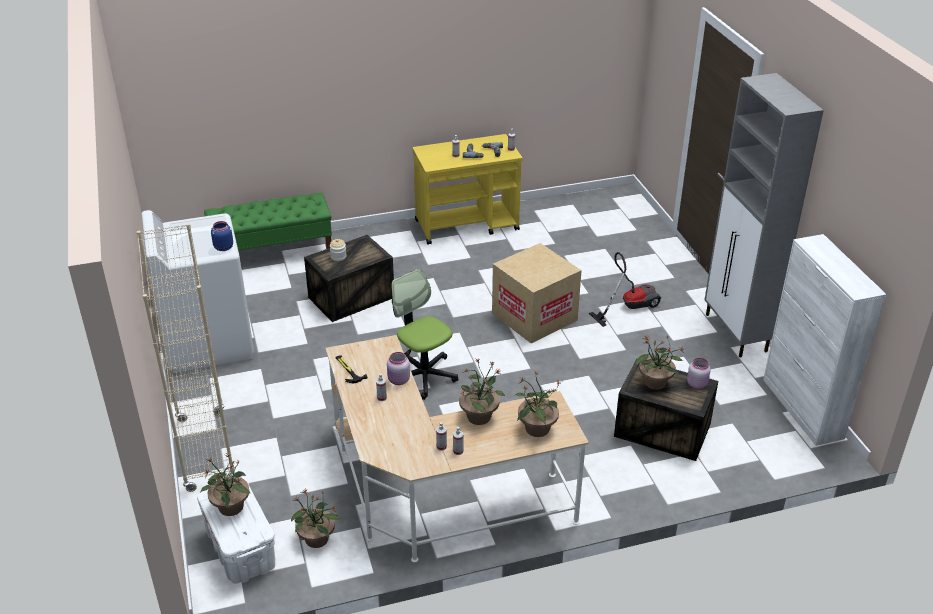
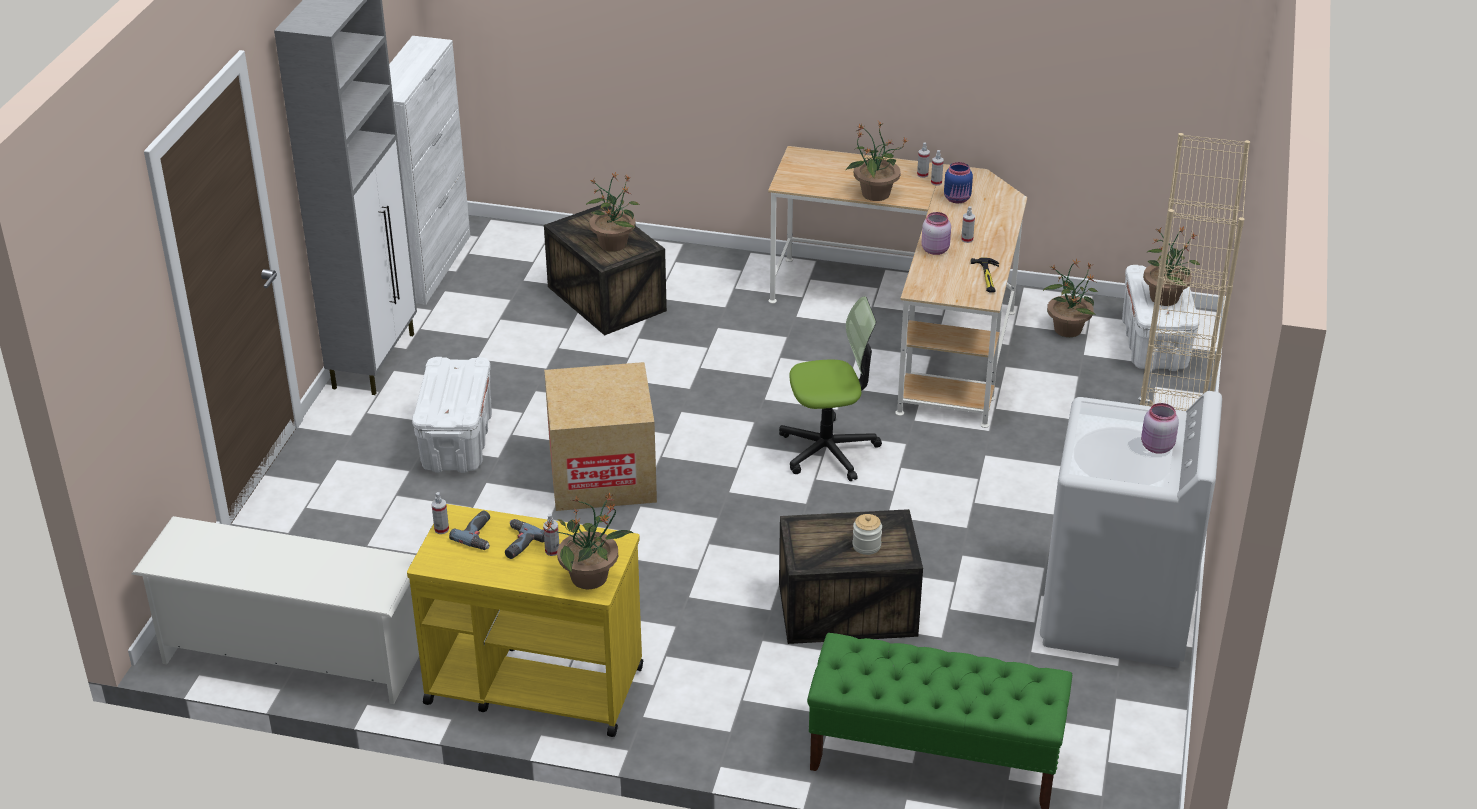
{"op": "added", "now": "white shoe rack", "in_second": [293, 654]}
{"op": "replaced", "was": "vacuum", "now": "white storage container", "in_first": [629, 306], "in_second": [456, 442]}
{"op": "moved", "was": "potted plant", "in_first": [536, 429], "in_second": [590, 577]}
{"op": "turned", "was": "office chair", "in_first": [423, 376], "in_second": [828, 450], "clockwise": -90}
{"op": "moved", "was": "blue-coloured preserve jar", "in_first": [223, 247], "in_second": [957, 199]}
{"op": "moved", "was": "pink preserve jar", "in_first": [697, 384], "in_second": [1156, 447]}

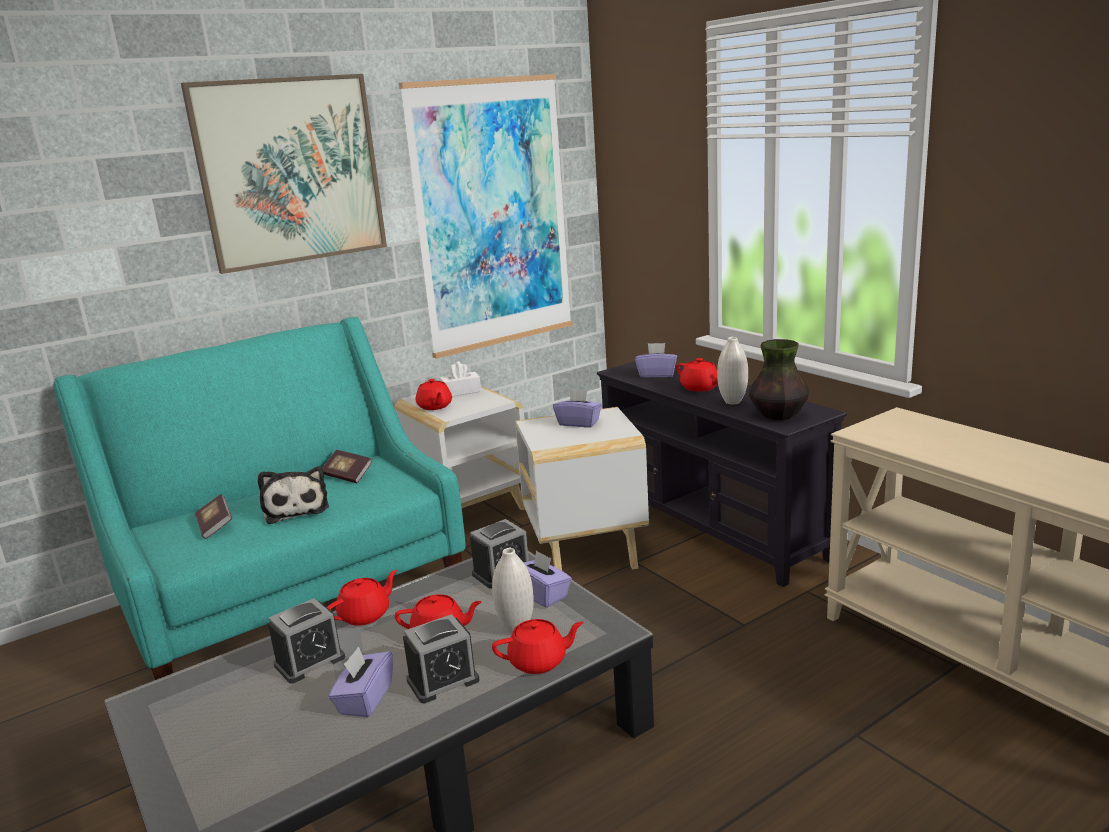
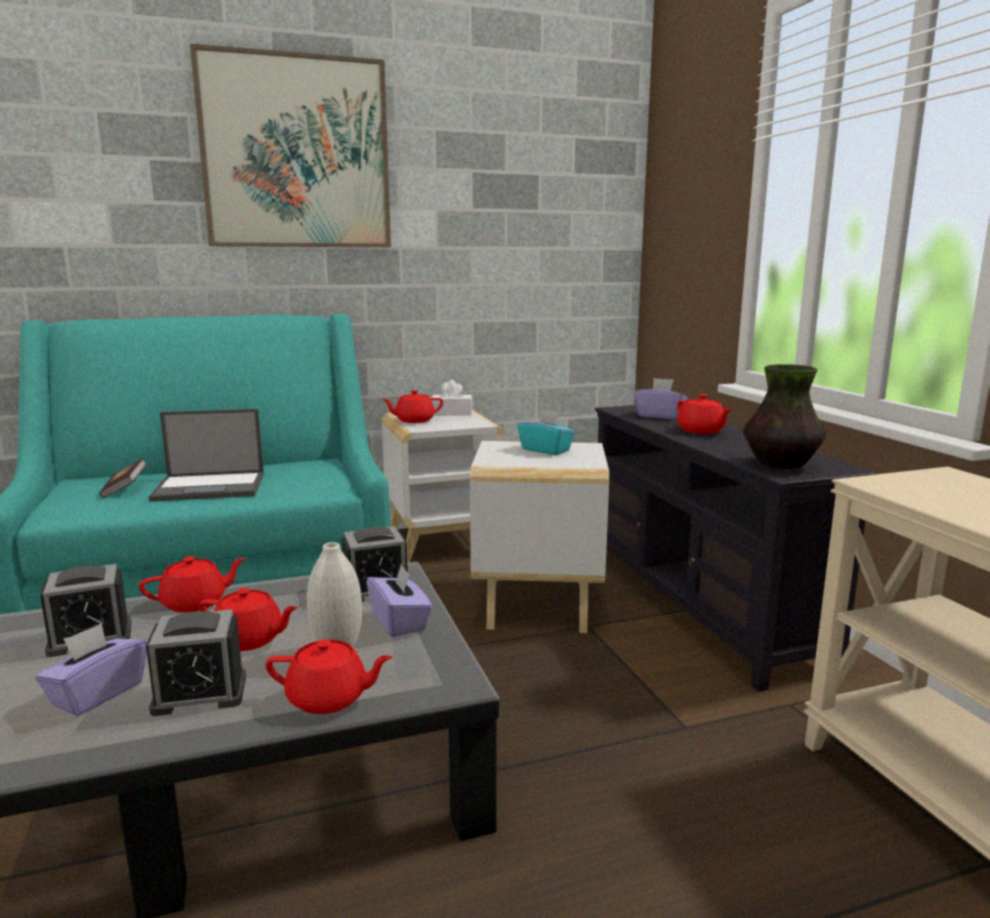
{"op": "replaced", "was": "plush toy", "now": "notebook computer", "in_first": [296, 508], "in_second": [211, 487]}
{"op": "turned", "was": "red teapot", "in_first": [434, 406], "in_second": [414, 420], "clockwise": 75}
{"op": "recoloured", "was": "purple-coloured tissue box", "now": "turquoise-coloured tissue box", "in_first": [578, 423], "in_second": [546, 450]}
{"op": "removed", "was": "bound book", "in_first": [347, 476]}
{"op": "removed", "was": "wall art", "in_first": [492, 215]}
{"op": "removed", "was": "white flower vase", "in_first": [732, 402]}

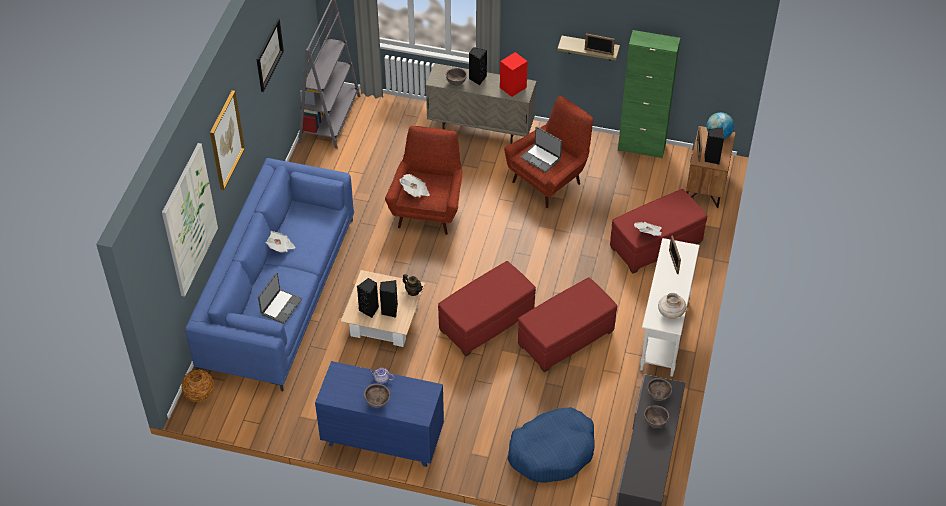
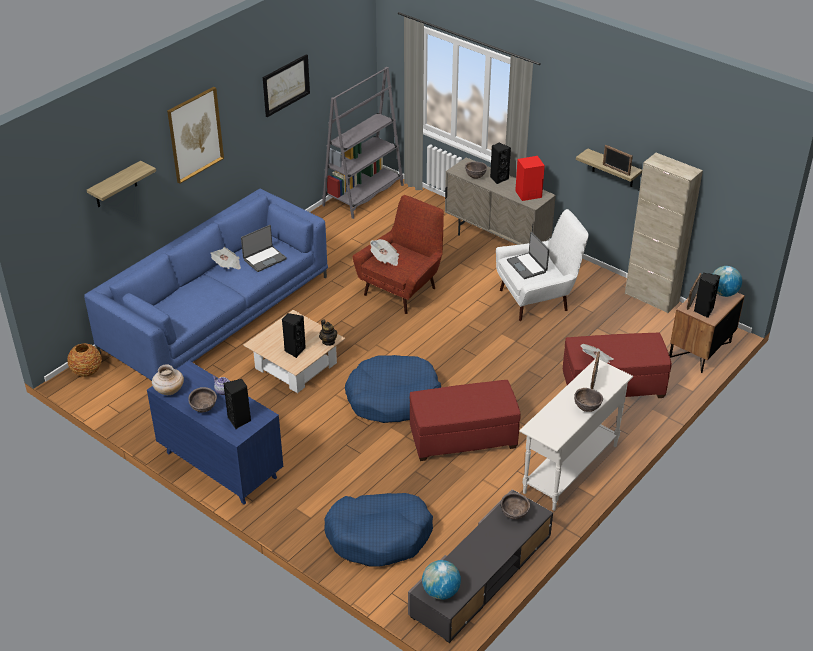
{"op": "replaced", "was": "wall art", "now": "bracket shelf", "in_first": [189, 220], "in_second": [115, 185]}
{"op": "moved", "was": "sand-coloured flower vase", "in_first": [670, 313], "in_second": [169, 390]}
{"op": "moved", "was": "blackish loudspeaker", "in_first": [370, 309], "in_second": [239, 420]}
{"op": "moved", "was": "notebook computer", "in_first": [281, 306], "in_second": [264, 259]}
{"op": "replaced", "was": "red ottoman", "now": "blue-coloured pet bed", "in_first": [486, 322], "in_second": [393, 398]}
{"op": "added", "now": "desk globe", "in_second": [440, 592]}
{"op": "recoloured", "was": "red armchair", "now": "white armchair", "in_first": [549, 180], "in_second": [538, 299]}
{"op": "moved", "was": "brown deep dish", "in_first": [655, 423], "in_second": [587, 408]}
{"op": "recoloured", "was": "green cabinet", "now": "sand-coloured cabinet", "in_first": [641, 147], "in_second": [651, 298]}

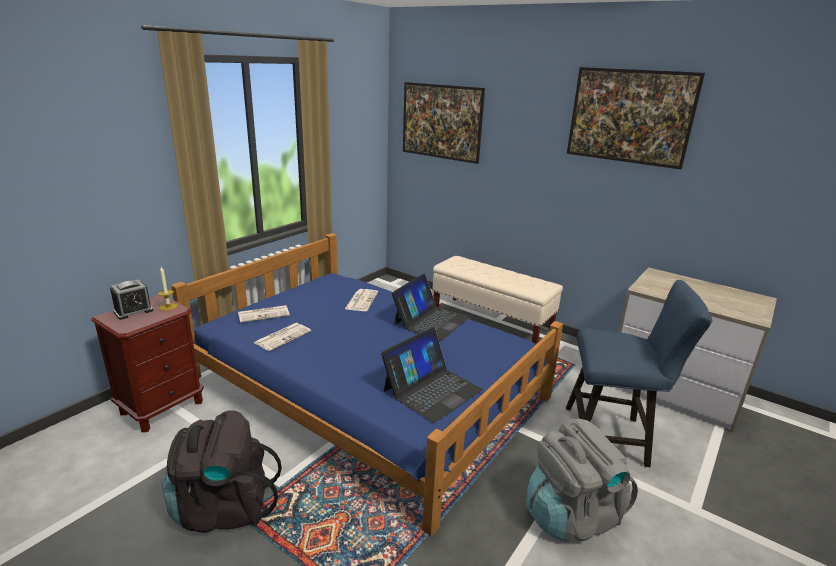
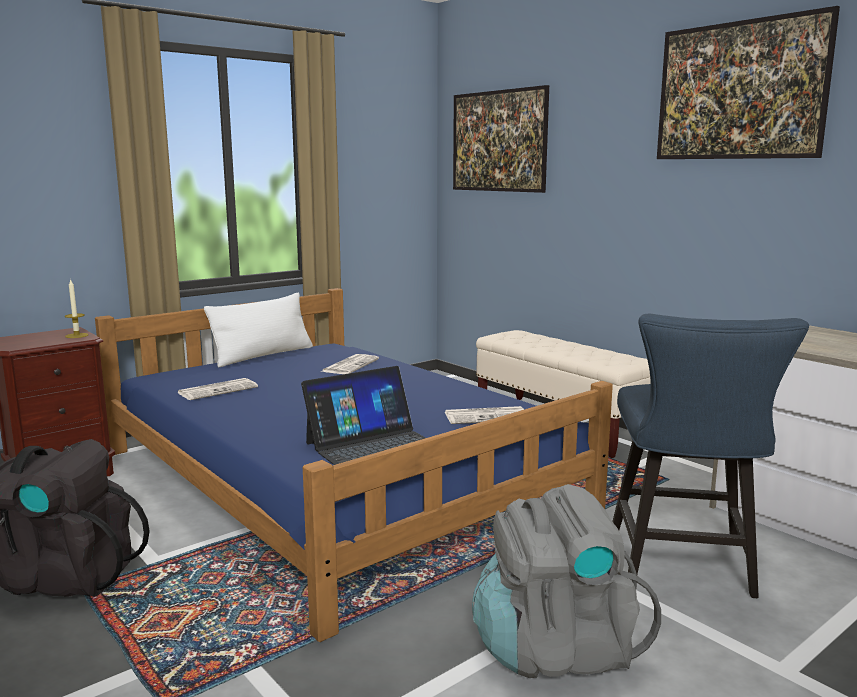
{"op": "added", "now": "white throw pillow", "in_second": [263, 355]}
{"op": "moved", "was": "printed paper", "in_first": [264, 314], "in_second": [487, 416]}
{"op": "turned", "was": "blue-coloured chair", "in_first": [612, 438], "in_second": [683, 567], "clockwise": 75}
{"op": "removed", "was": "alarm clock", "in_first": [133, 311]}
{"op": "removed", "was": "notebook computer", "in_first": [430, 321]}

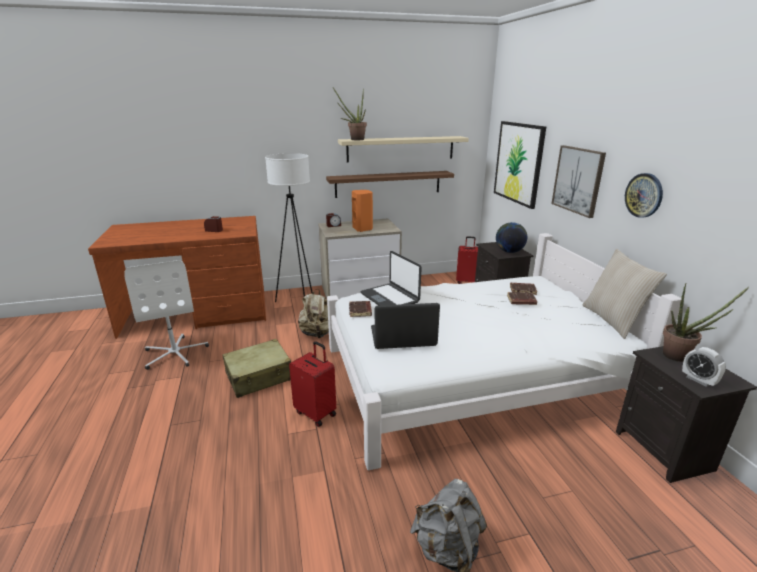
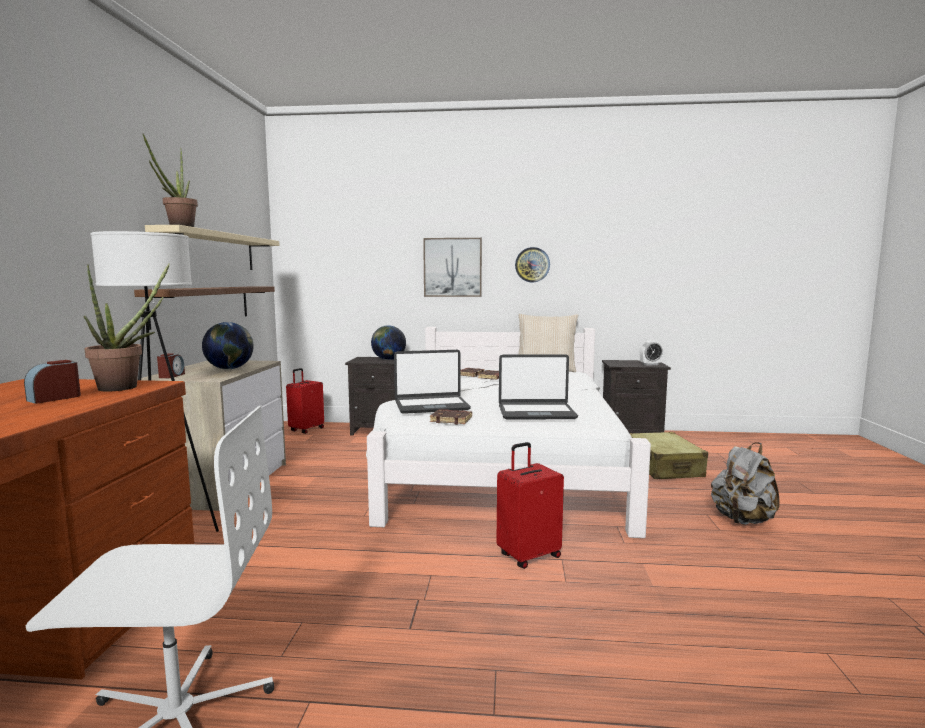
{"op": "moved", "was": "potted plant", "in_first": [681, 356], "in_second": [126, 387]}
{"op": "replaced", "was": "orangey loudspeaker", "now": "desk globe", "in_first": [363, 229], "in_second": [230, 369]}
{"op": "turned", "was": "notebook computer", "in_first": [403, 337], "in_second": [536, 412], "clockwise": -105}
{"op": "moved", "was": "sand-coloured suitcase", "in_first": [259, 376], "in_second": [663, 467]}
{"op": "removed", "was": "sand-coloured knapsack", "in_first": [317, 334]}
{"op": "removed", "was": "wall art", "in_first": [518, 163]}

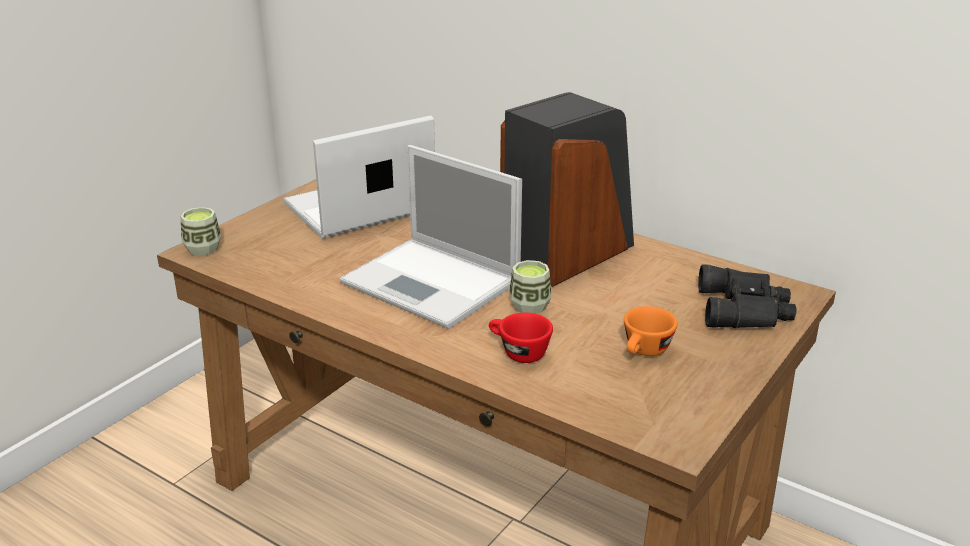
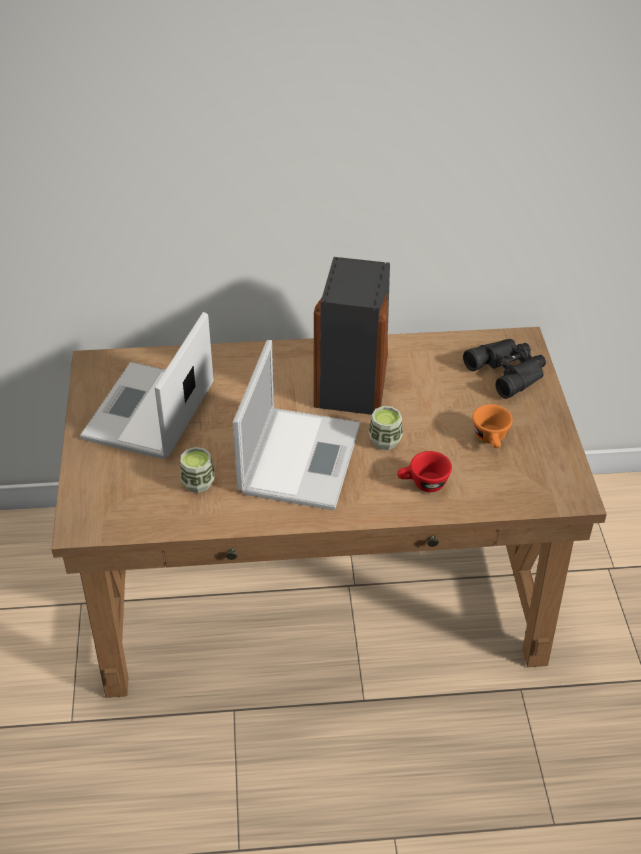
{"op": "moved", "was": "small cup", "in_first": [203, 248], "in_second": [198, 483]}
{"op": "turned", "was": "notebook computer", "in_first": [433, 283], "in_second": [300, 456], "clockwise": -75}

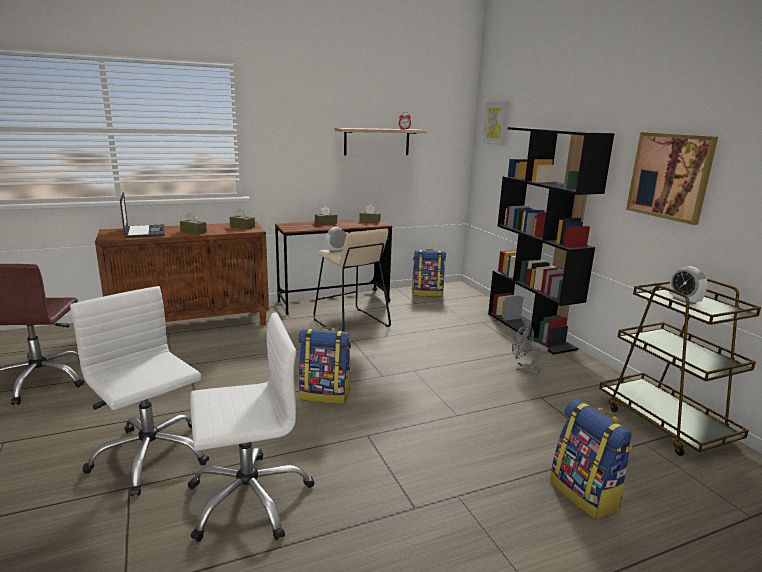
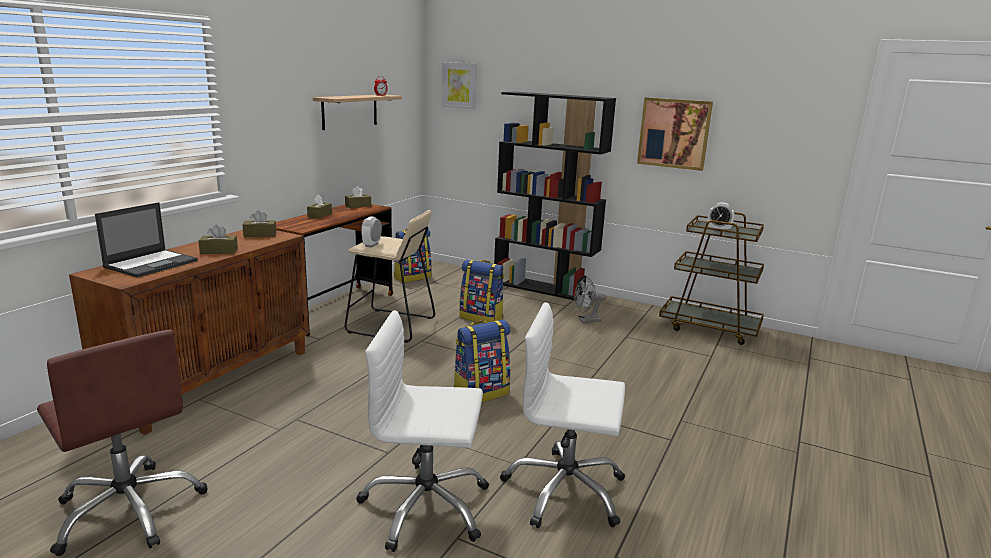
{"op": "turned", "was": "notebook computer", "in_first": [145, 231], "in_second": [152, 263], "clockwise": 90}
{"op": "moved", "was": "knapsack", "in_first": [585, 494], "in_second": [481, 317]}
{"op": "turned", "was": "white office chair", "in_first": [249, 498], "in_second": [564, 491], "clockwise": -105}

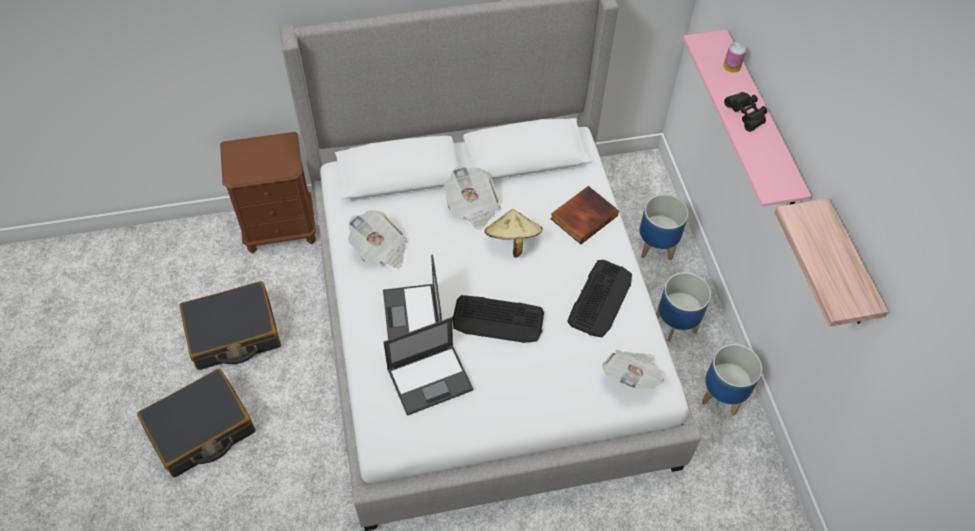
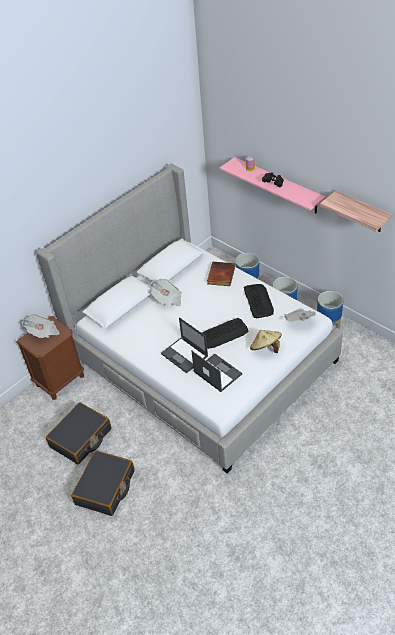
{"op": "moved", "was": "printed paper", "in_first": [380, 250], "in_second": [43, 332]}
{"op": "turned", "was": "notebook computer", "in_first": [430, 378], "in_second": [217, 372], "clockwise": -75}
{"op": "moved", "was": "sand-coloured wearable hat", "in_first": [512, 241], "in_second": [265, 348]}

